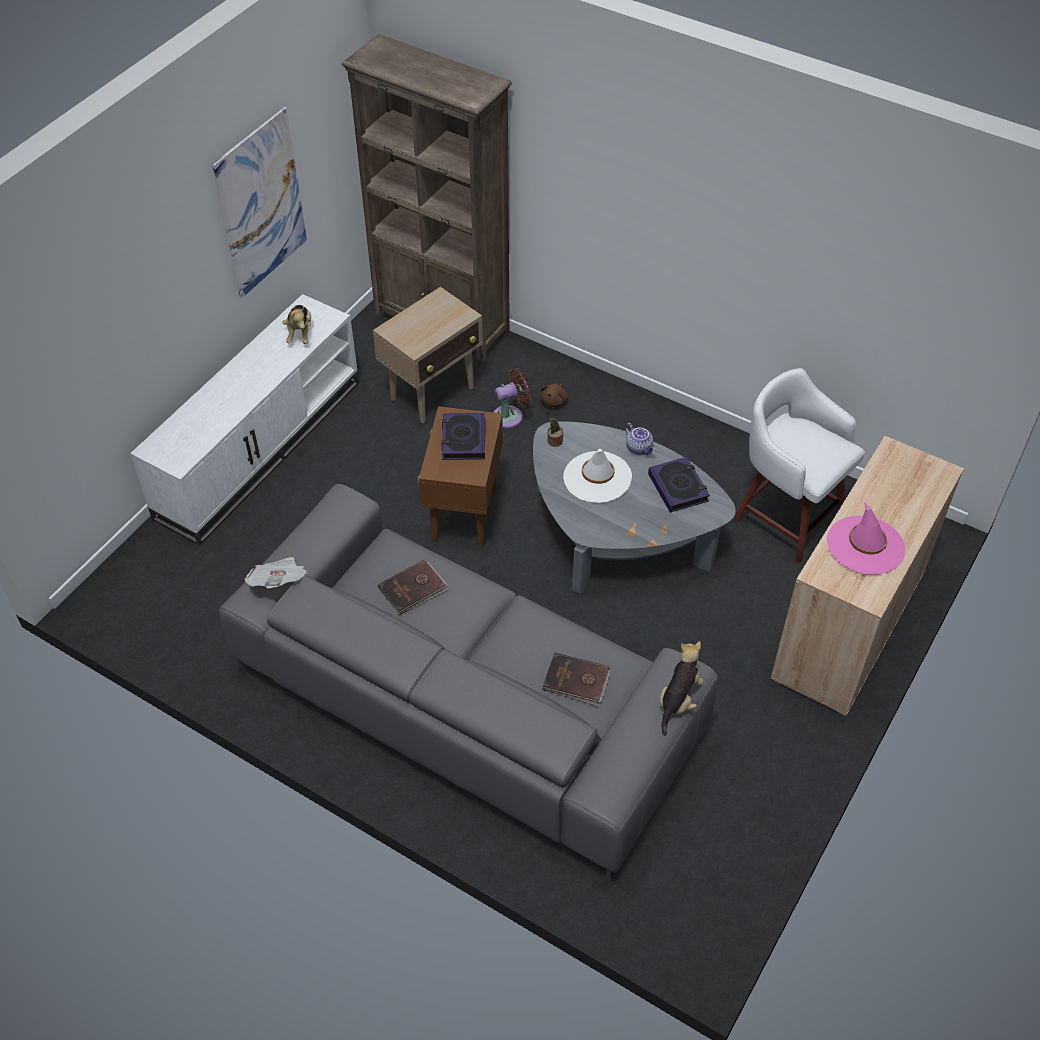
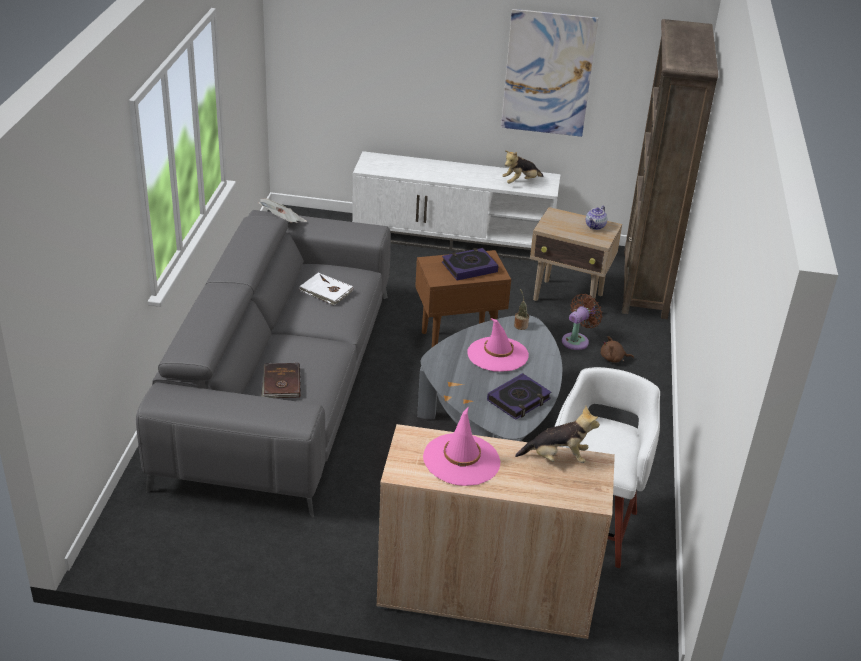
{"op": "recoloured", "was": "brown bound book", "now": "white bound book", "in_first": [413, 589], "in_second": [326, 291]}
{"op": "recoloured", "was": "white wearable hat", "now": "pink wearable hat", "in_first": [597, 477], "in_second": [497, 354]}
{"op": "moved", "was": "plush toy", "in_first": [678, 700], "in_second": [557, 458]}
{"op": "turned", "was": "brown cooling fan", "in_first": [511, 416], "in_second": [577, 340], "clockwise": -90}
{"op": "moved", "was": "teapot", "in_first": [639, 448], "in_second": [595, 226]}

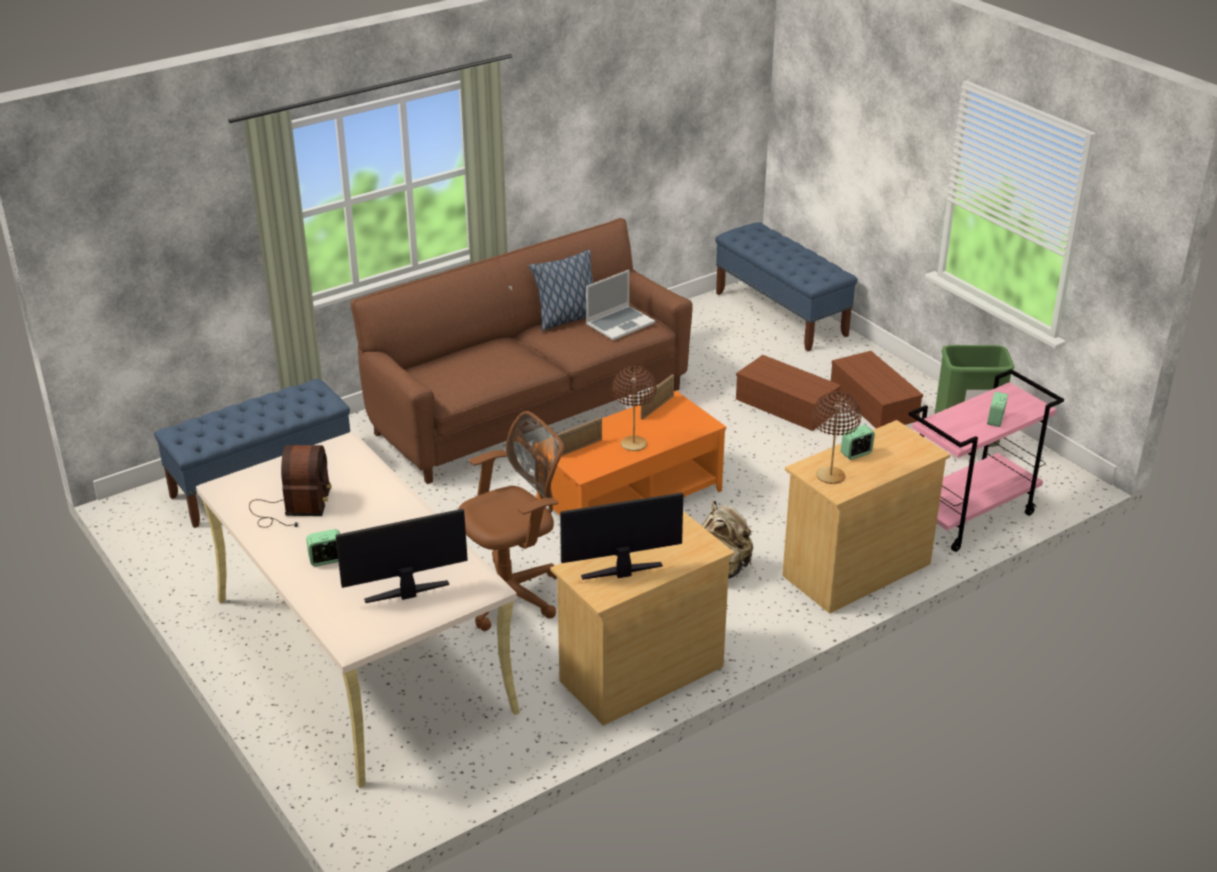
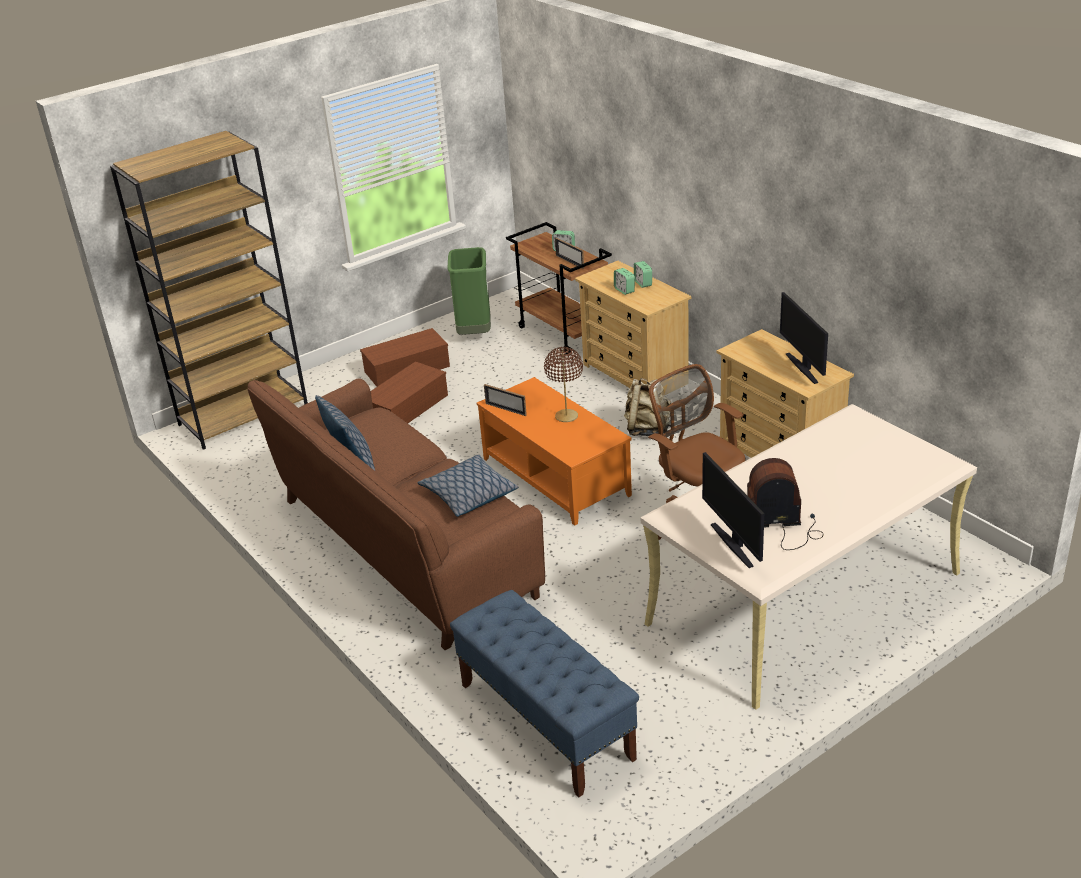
{"op": "replaced", "was": "blue-coloured long seat", "now": "brown shelving unit", "in_first": [781, 314], "in_second": [244, 415]}
{"op": "added", "now": "throw pillow", "in_second": [468, 495]}
{"op": "recoloured", "was": "pink cart", "now": "brown cart", "in_first": [968, 517], "in_second": [564, 333]}
{"op": "moved", "was": "picture frame", "in_first": [578, 448], "in_second": [569, 262]}
{"op": "moved", "was": "alarm clock", "in_first": [326, 560], "in_second": [643, 283]}
{"op": "moved", "was": "monitor", "in_first": [407, 594], "in_second": [733, 544]}
{"op": "removed", "was": "notebook computer", "in_first": [620, 324]}
{"op": "removed", "was": "brown table lamp", "in_first": [830, 476]}

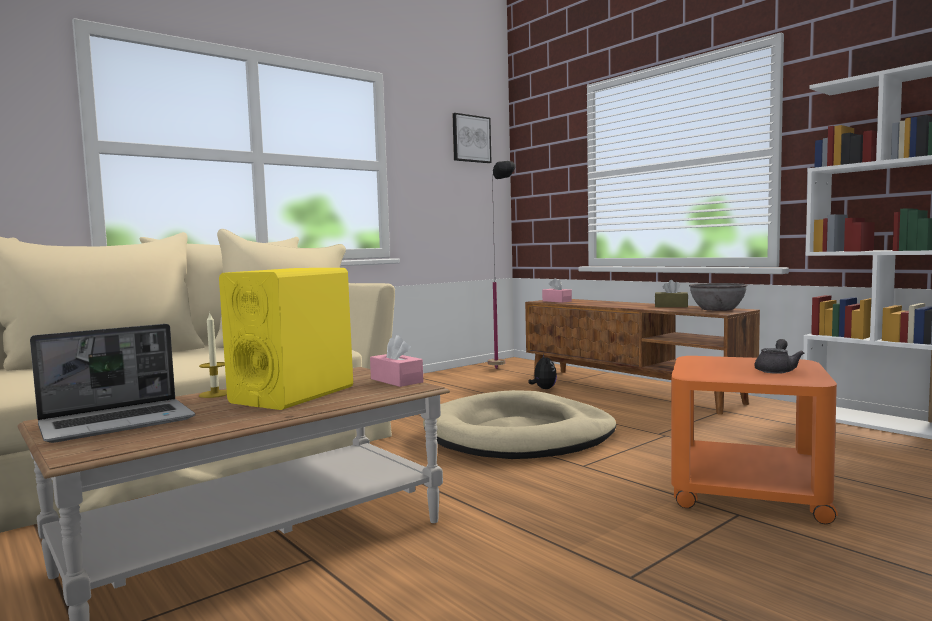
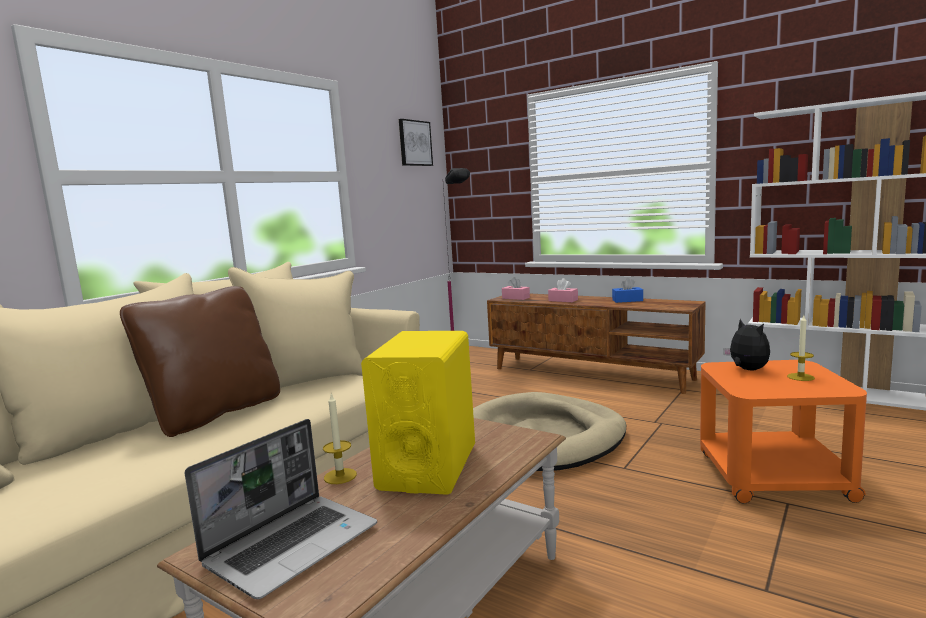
{"op": "added", "now": "brown throw pillow", "in_second": [216, 413]}
{"op": "moved", "was": "pink tissue box", "in_first": [396, 380], "in_second": [563, 300]}
{"op": "recoloured", "was": "brown tissue box", "now": "blue-coloured tissue box", "in_first": [671, 306], "in_second": [627, 300]}
{"op": "moved", "was": "plush toy", "in_first": [543, 389], "in_second": [747, 370]}
{"op": "replaced", "was": "gray teapot", "now": "candle", "in_first": [776, 370], "in_second": [800, 377]}
{"op": "removed", "was": "gray deep dish", "in_first": [717, 309]}

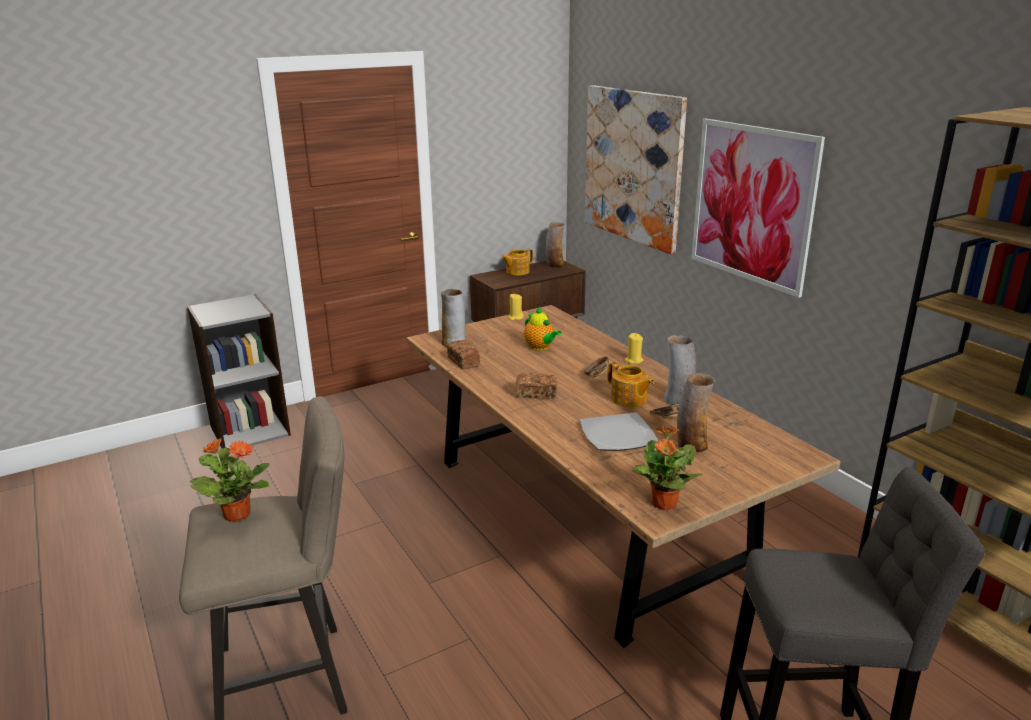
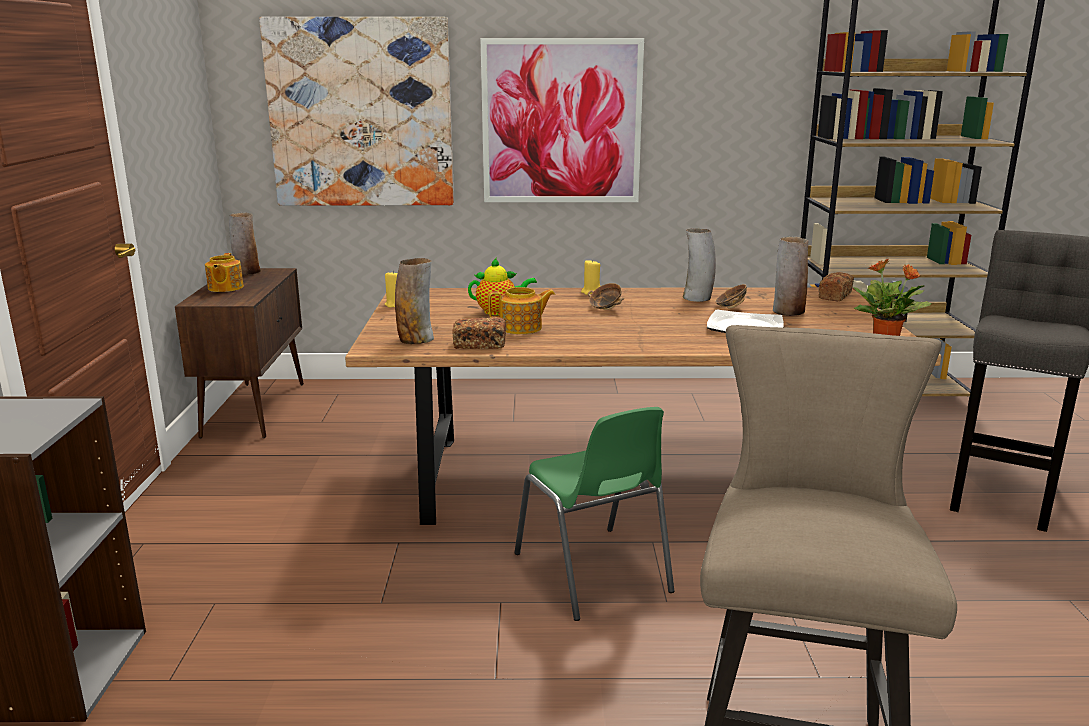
{"op": "moved", "was": "teapot", "in_first": [628, 399], "in_second": [521, 328]}
{"op": "added", "now": "green chair", "in_second": [593, 573]}
{"op": "moved", "was": "baked bread", "in_first": [536, 394], "in_second": [834, 296]}
{"op": "removed", "was": "potted plant", "in_first": [236, 514]}

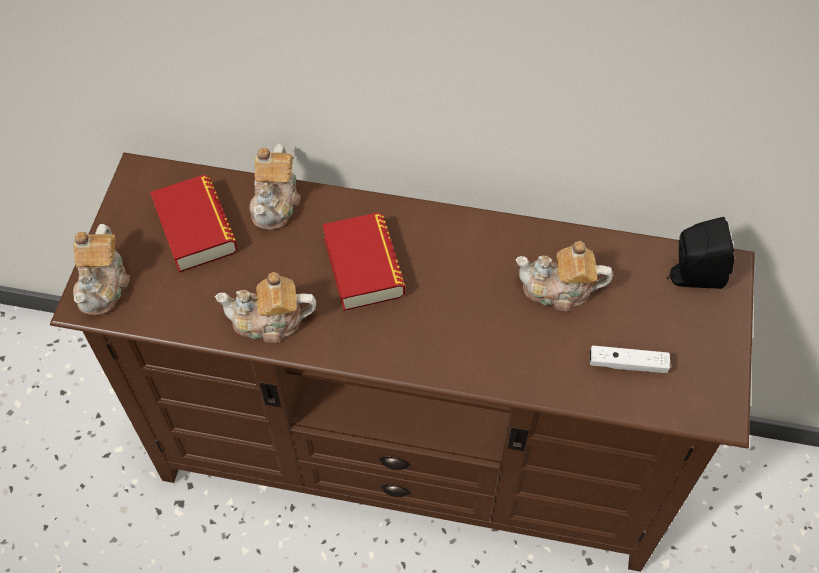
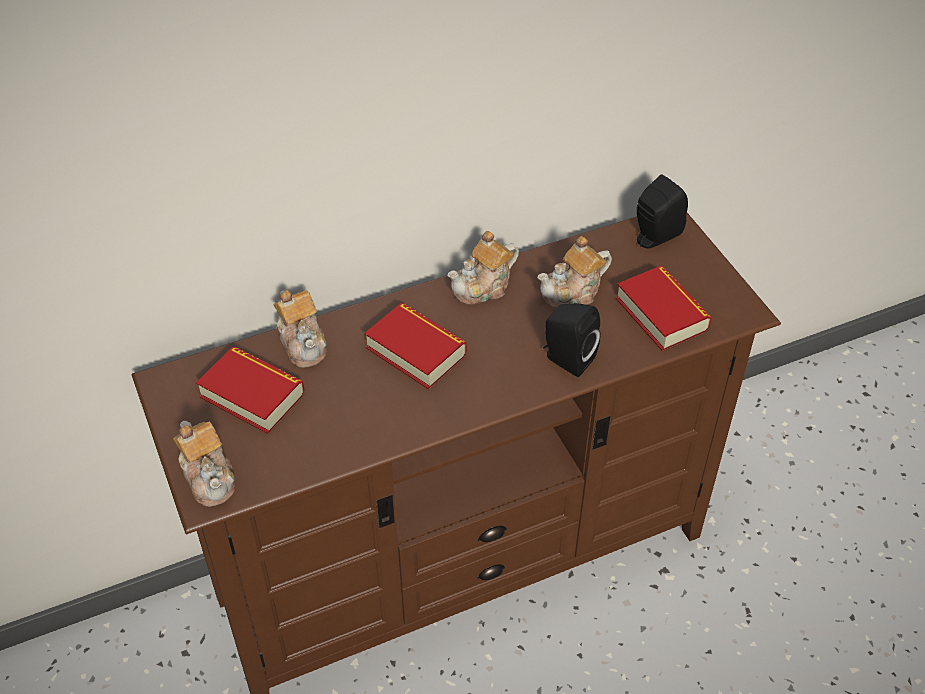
{"op": "moved", "was": "teapot", "in_first": [269, 322], "in_second": [483, 287]}
{"op": "added", "now": "blackish loudspeaker", "in_second": [566, 359]}
{"op": "replaced", "was": "white game controller", "now": "bound book", "in_first": [627, 364], "in_second": [661, 314]}

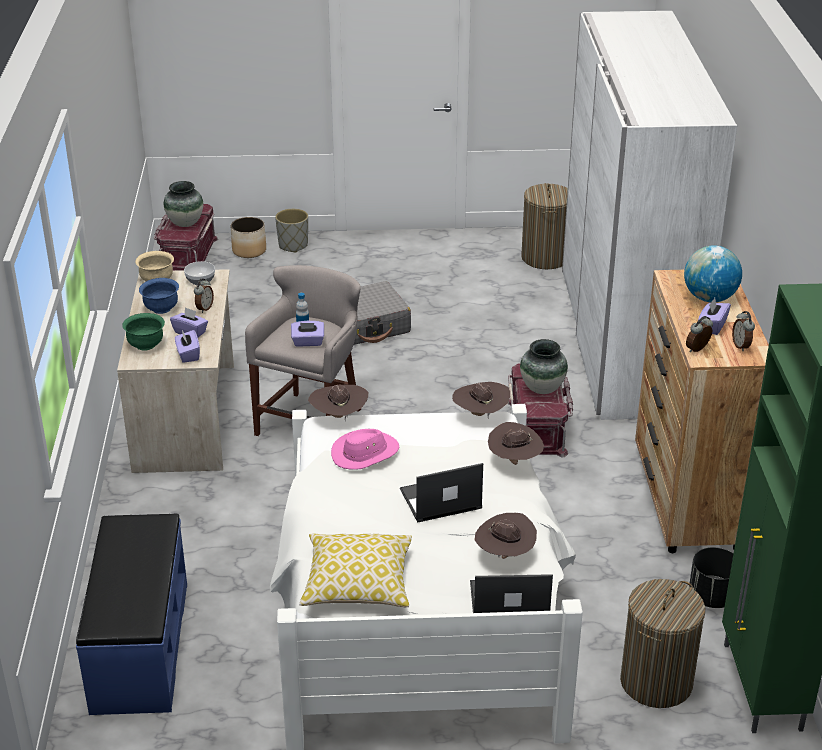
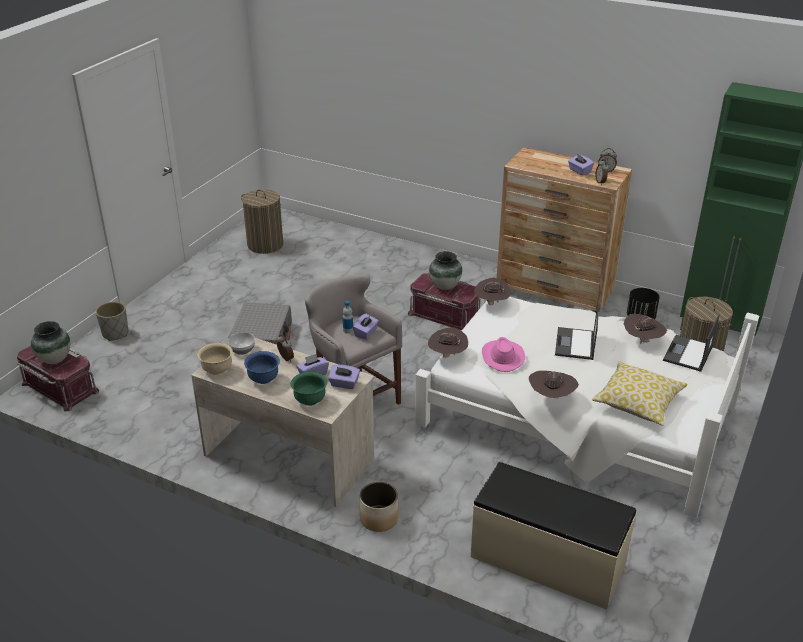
{"op": "moved", "was": "planter", "in_first": [249, 250], "in_second": [378, 518]}
{"op": "recoloured", "was": "blue-coloured long seat", "now": "sand-coloured long seat", "in_first": [139, 646], "in_second": [547, 561]}
{"op": "moved", "was": "brown wearable hat", "in_first": [514, 461], "in_second": [551, 397]}
{"op": "removed", "was": "white wardrobe", "in_first": [623, 341]}
{"op": "removed", "was": "desk globe", "in_first": [709, 298]}

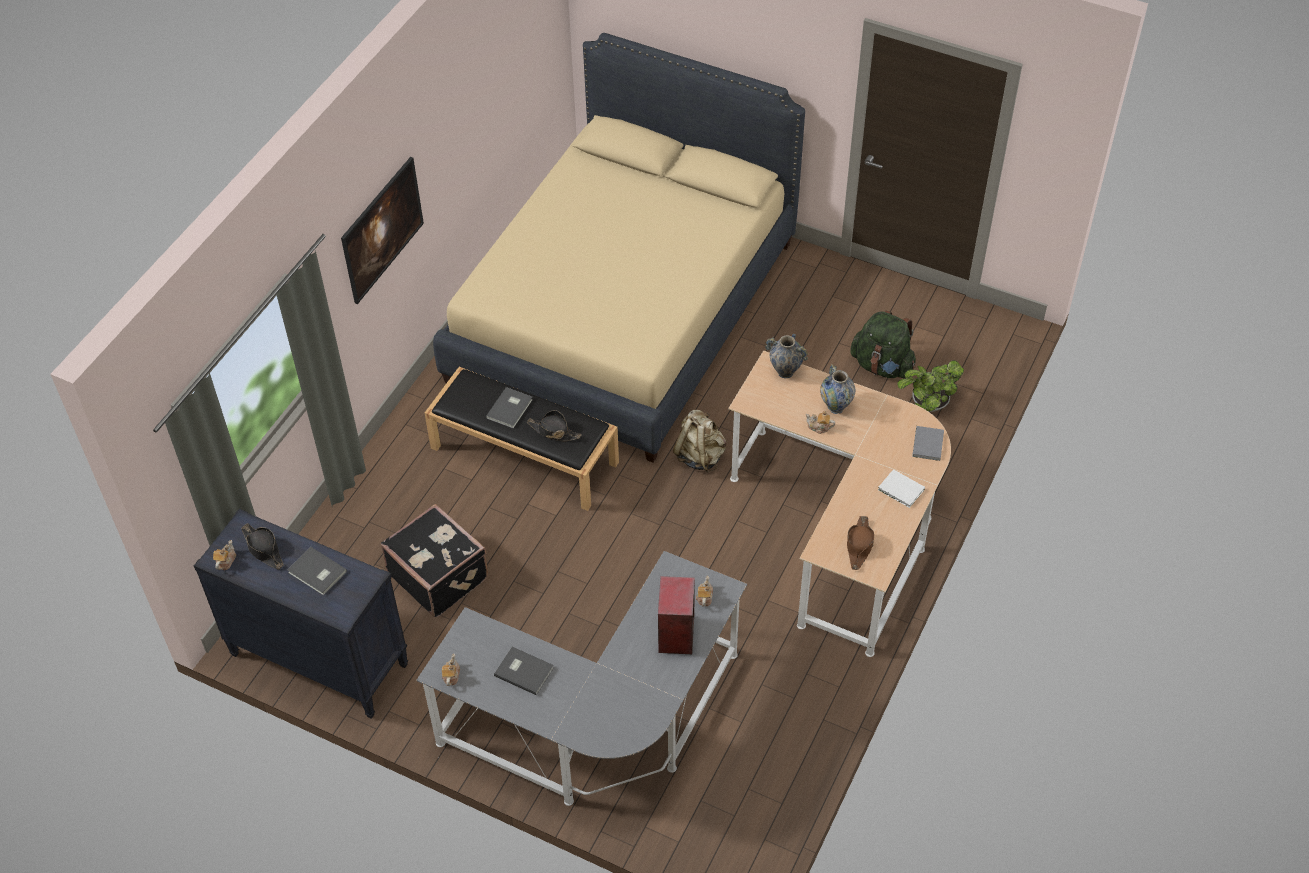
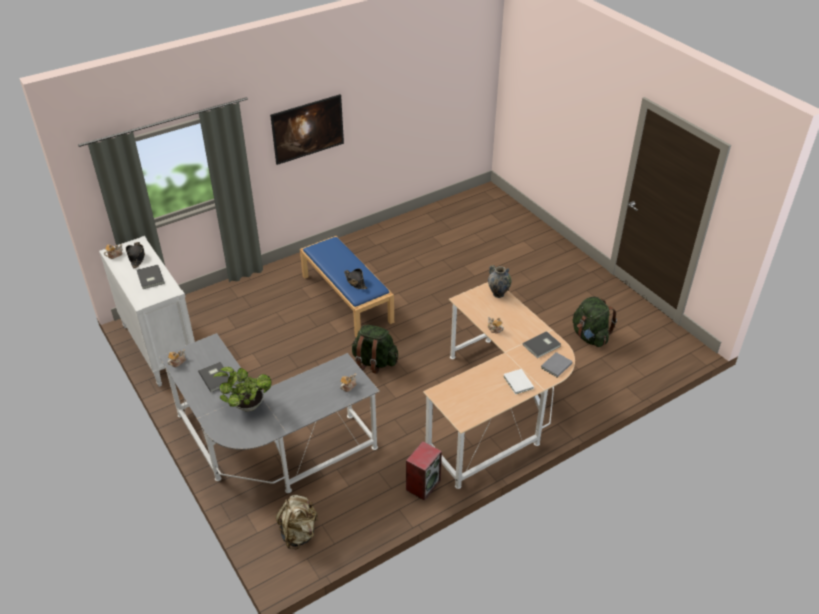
{"op": "recoloured", "was": "blackish chest of drawers", "now": "white chest of drawers", "in_first": [318, 660], "in_second": [160, 347]}
{"op": "moved", "was": "potted plant", "in_first": [927, 405], "in_second": [246, 405]}
{"op": "moved", "was": "sand-coloured knapsack", "in_first": [700, 456], "in_second": [299, 533]}
{"op": "recoloured", "was": "blackish long seat", "now": "blue-coloured long seat", "in_first": [525, 455], "in_second": [347, 298]}
{"op": "added", "now": "green knapsack", "in_second": [374, 362]}
{"op": "moved", "was": "loudspeaker", "in_first": [675, 634], "in_second": [423, 484]}
{"op": "moved", "was": "gray bound book", "in_first": [511, 409], "in_second": [542, 346]}
{"op": "removed", "was": "blackish suitcase", "in_first": [439, 575]}
{"op": "removed", "was": "sand-coloured sleeping bed", "in_first": [624, 310]}
{"op": "removed", "was": "flower vase", "in_first": [836, 407]}
{"op": "removed", "was": "brown wearable hat", "in_first": [859, 545]}

